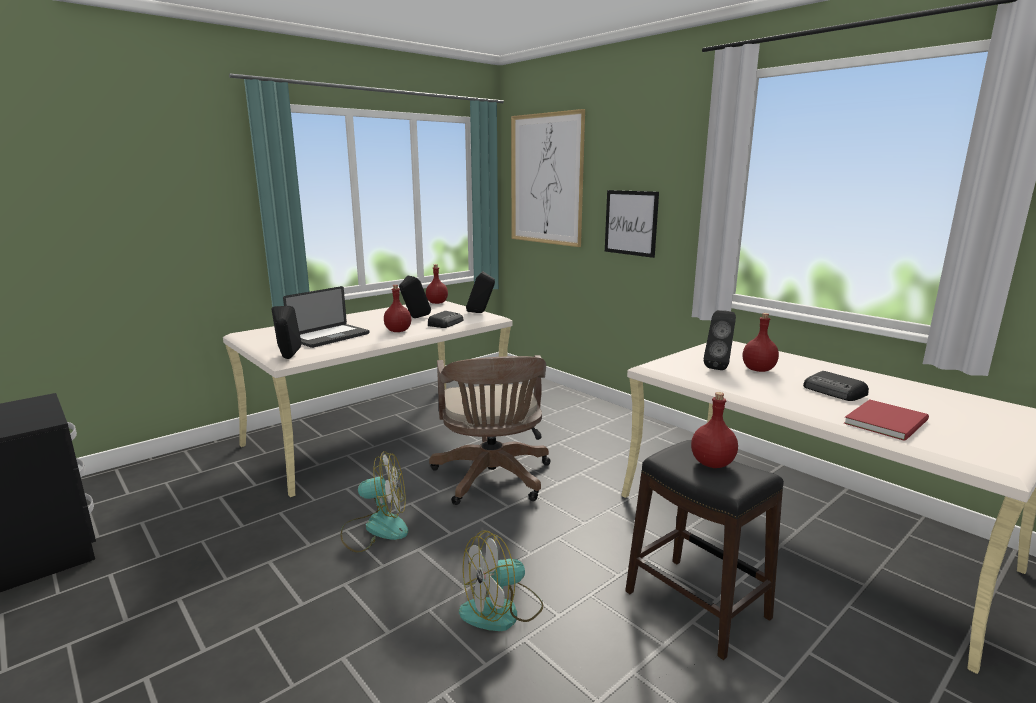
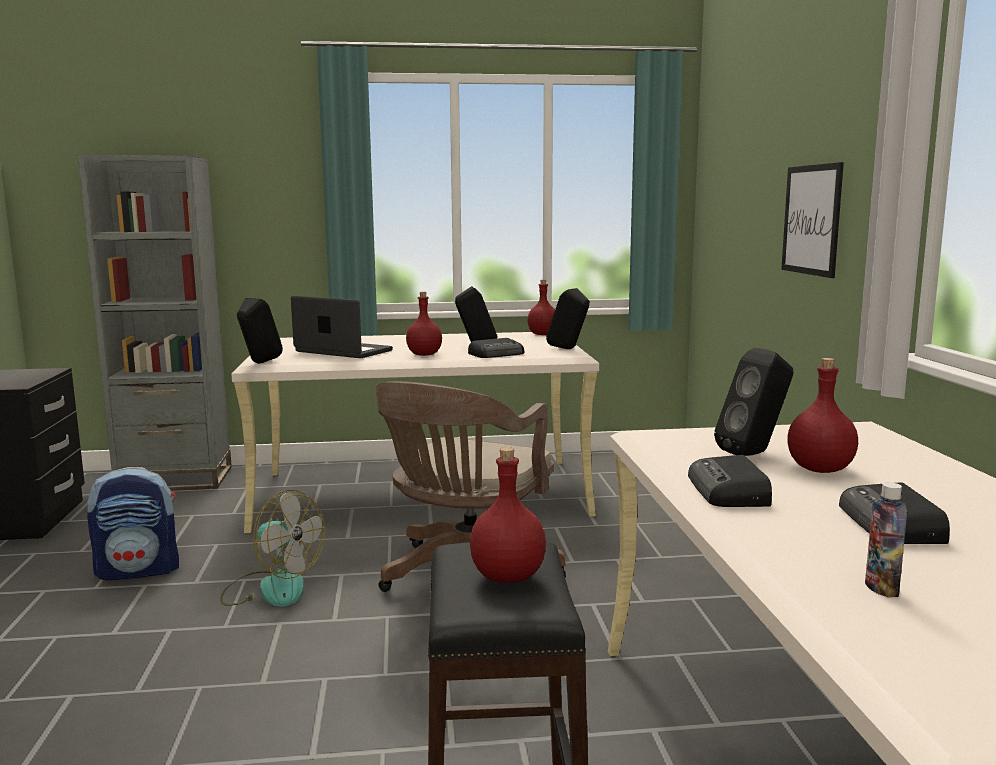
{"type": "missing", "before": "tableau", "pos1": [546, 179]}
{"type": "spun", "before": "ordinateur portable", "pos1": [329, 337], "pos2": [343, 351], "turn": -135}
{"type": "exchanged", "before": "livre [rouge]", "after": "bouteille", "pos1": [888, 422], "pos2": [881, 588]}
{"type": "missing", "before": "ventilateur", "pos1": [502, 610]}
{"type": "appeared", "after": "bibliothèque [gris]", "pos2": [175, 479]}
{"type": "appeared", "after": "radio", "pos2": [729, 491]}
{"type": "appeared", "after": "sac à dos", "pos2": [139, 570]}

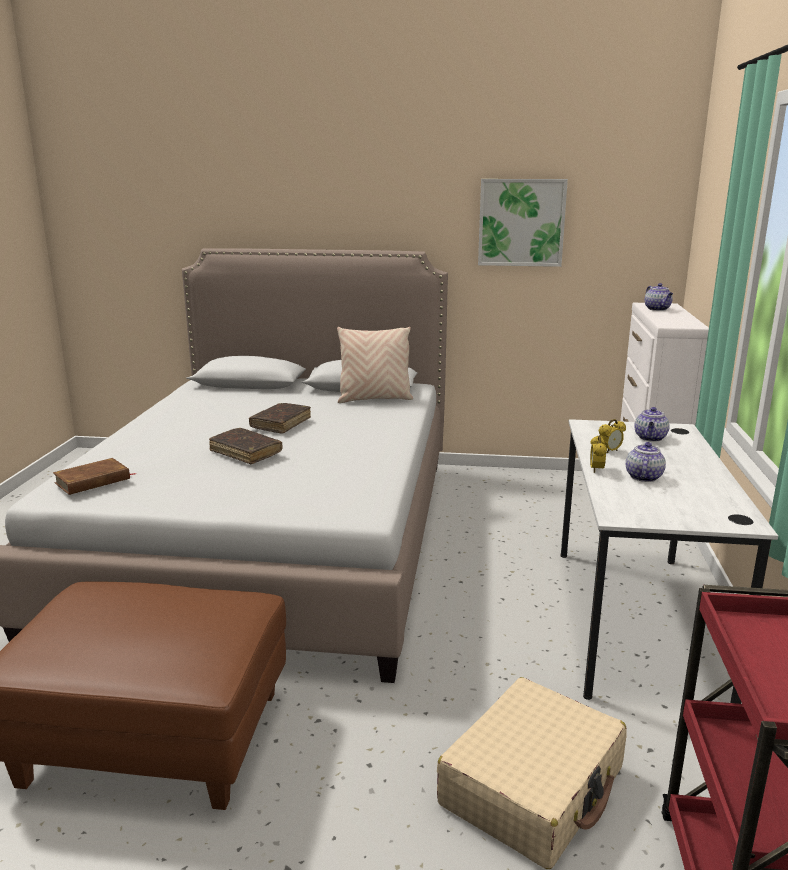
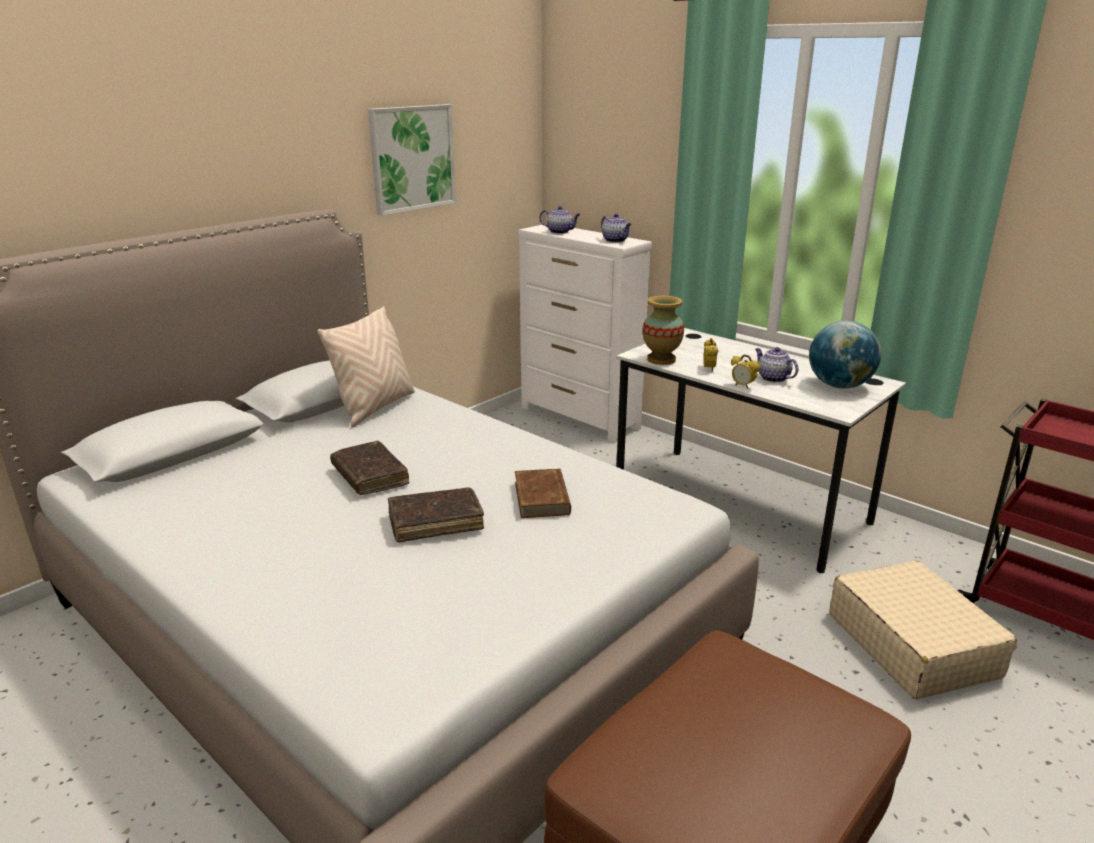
{"type": "relocated", "before": "théière", "pos1": [650, 438], "pos2": [616, 240]}
{"type": "relocated", "before": "livre [marron]", "pos1": [93, 481], "pos2": [542, 498]}
{"type": "appeared", "after": "vase", "pos2": [661, 360]}
{"type": "appeared", "after": "globe", "pos2": [839, 386]}

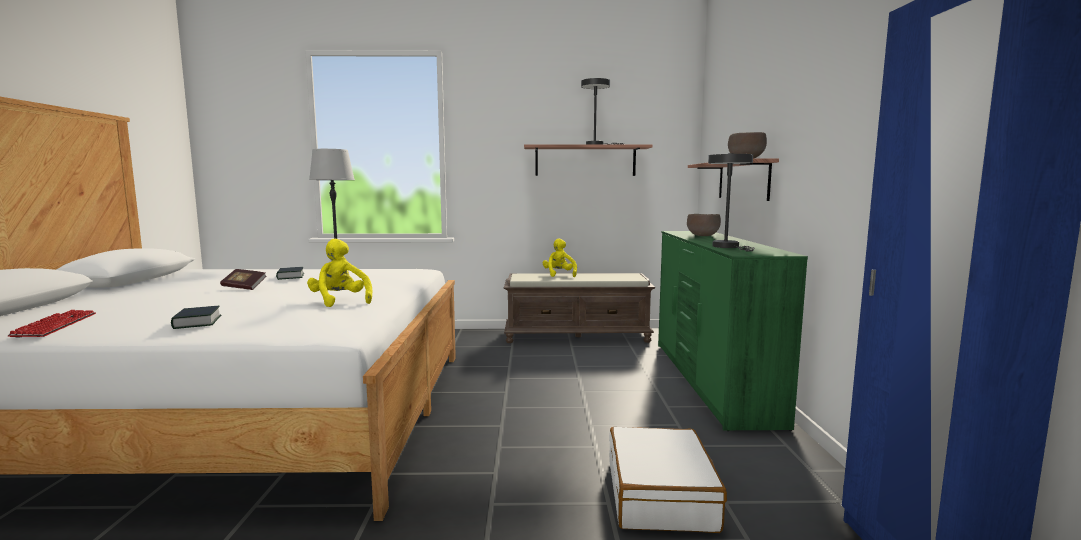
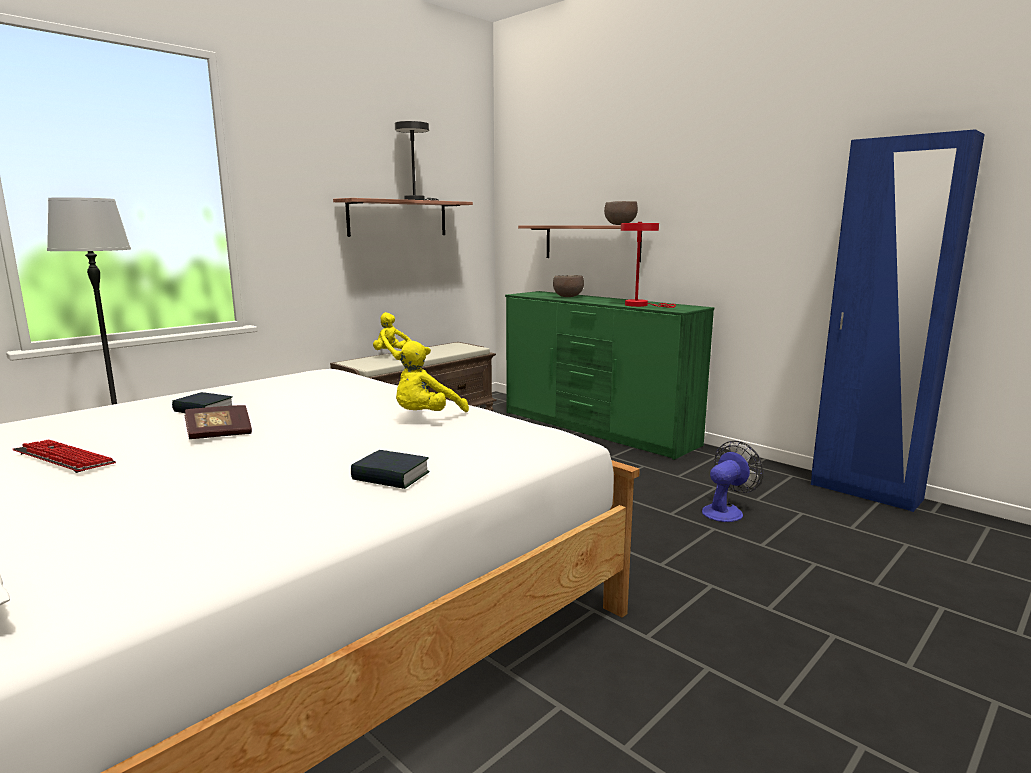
{"type": "colour", "before": "lampe de table [gris]", "after": "lampe de table [rouge]", "pos1": [728, 247], "pos2": [640, 305]}
{"type": "spun", "before": "peluche [jaune]", "pos1": [340, 301], "pos2": [426, 417], "turn": -60}
{"type": "relocated", "before": "clavier", "pos1": [56, 325], "pos2": [63, 458]}
{"type": "exchanged", "before": "valise [blanc]", "after": "ventilateur", "pos1": [661, 495], "pos2": [726, 511]}

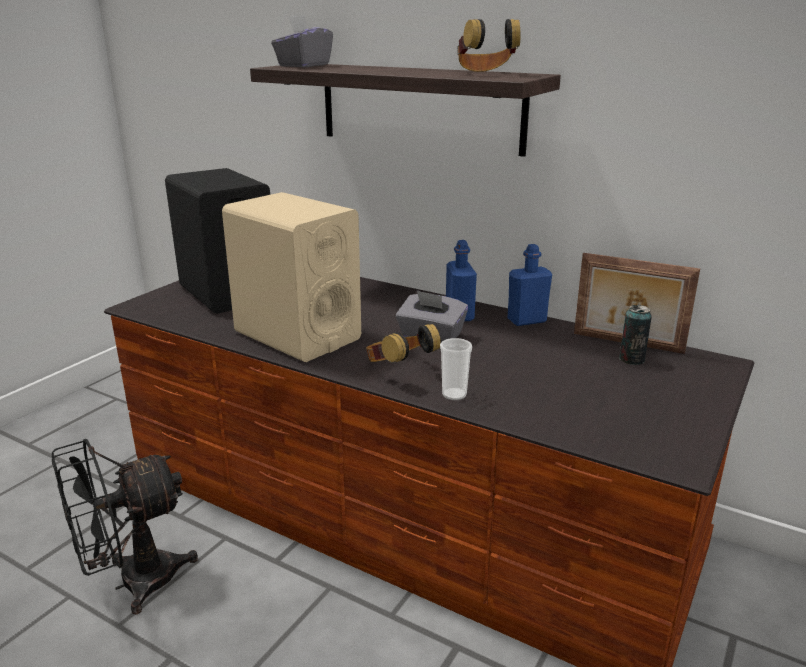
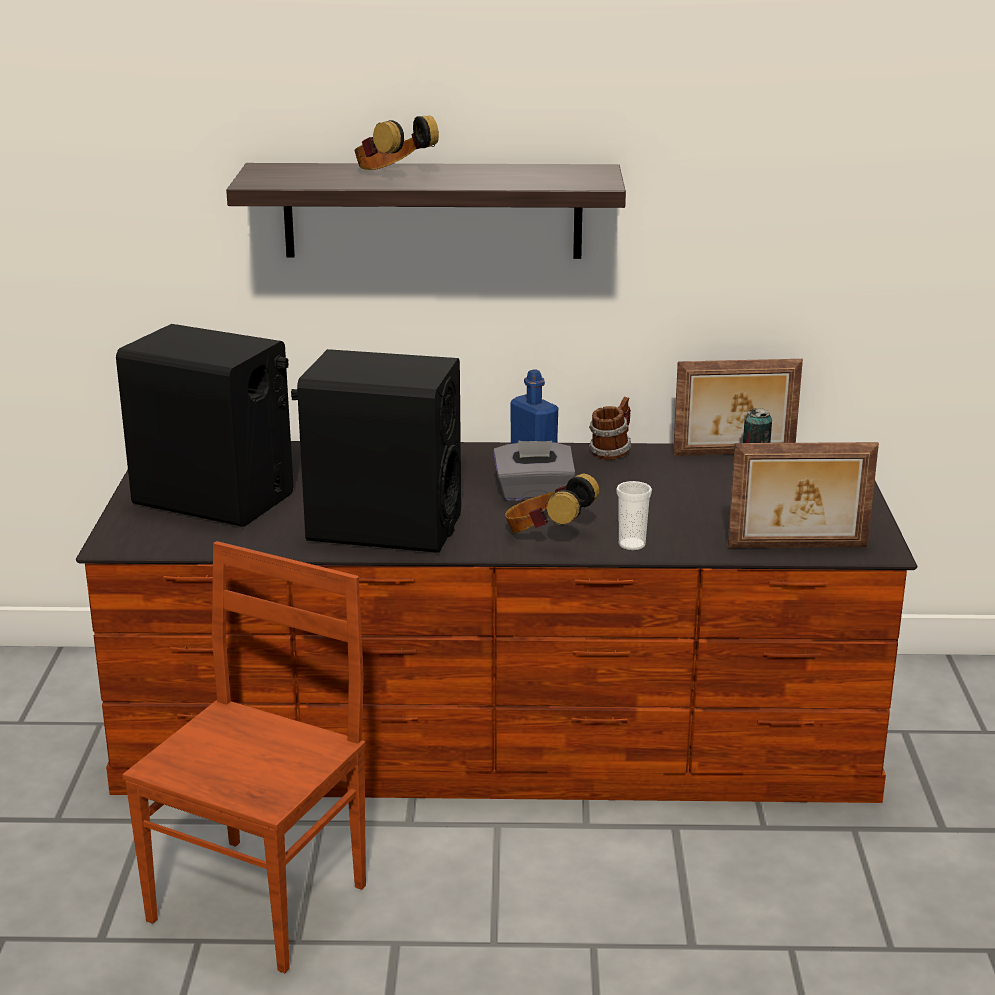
{"type": "missing", "before": "boîte à mouchoirs [gris]", "pos1": [303, 65]}
{"type": "relocated", "before": "casque audio", "pos1": [485, 73], "pos2": [393, 174]}
{"type": "colour", "before": "enceinte [beige]", "after": "enceinte [noir]", "pos1": [297, 335], "pos2": [383, 528]}
{"type": "exchanged", "before": "bouteille [bleu]", "after": "mug", "pos1": [526, 320], "pos2": [611, 452]}
{"type": "exchanged", "before": "ventilateur [noir]", "after": "chaise [marron]", "pos1": [133, 583], "pos2": [262, 901]}
{"type": "appeared", "after": "cadre photo", "pos2": [798, 548]}

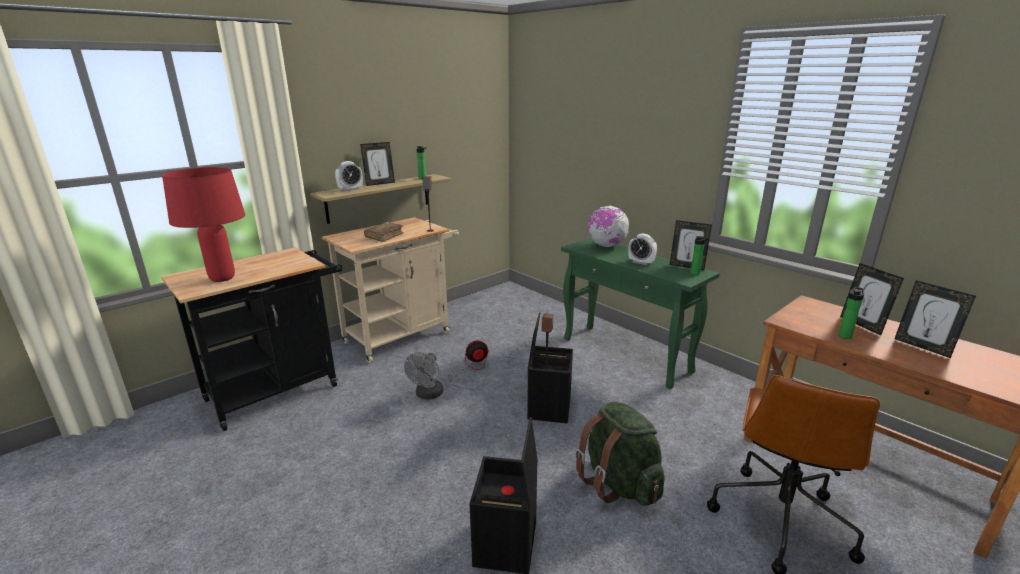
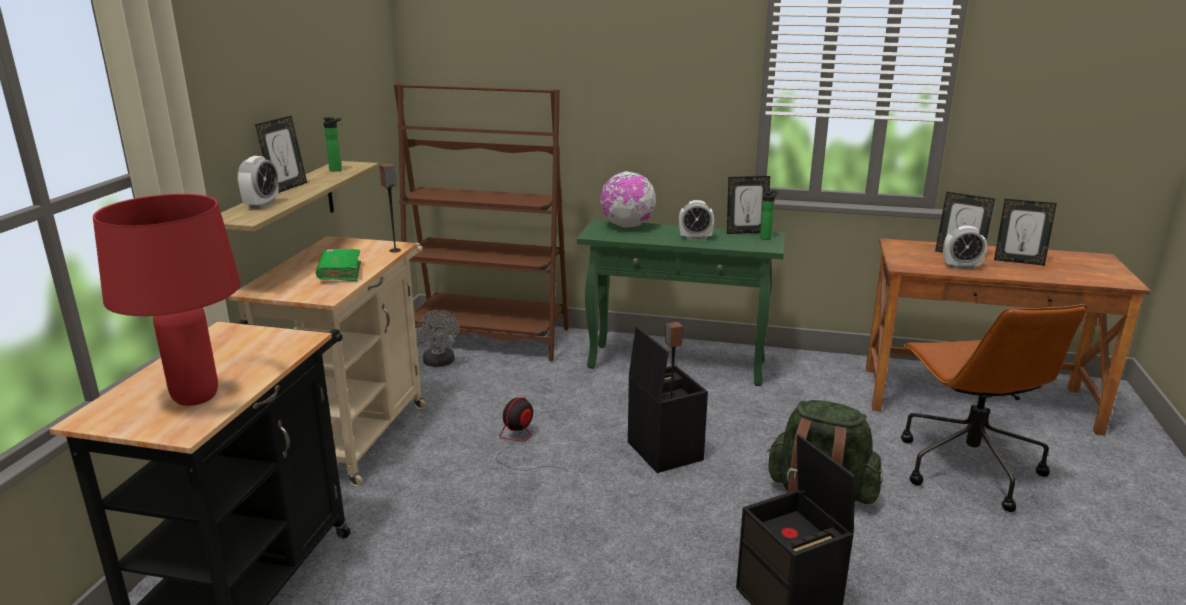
{"type": "colour", "before": "livre [marron]", "after": "livre [vert]", "pos1": [384, 236], "pos2": [340, 272]}
{"type": "exchanged", "before": "bouteille", "after": "réveil", "pos1": [845, 335], "pos2": [961, 267]}
{"type": "relocated", "before": "ventilateur [gris]", "pos1": [427, 395], "pos2": [440, 363]}
{"type": "appeared", "after": "bibliothèque [marron]", "pos2": [488, 337]}

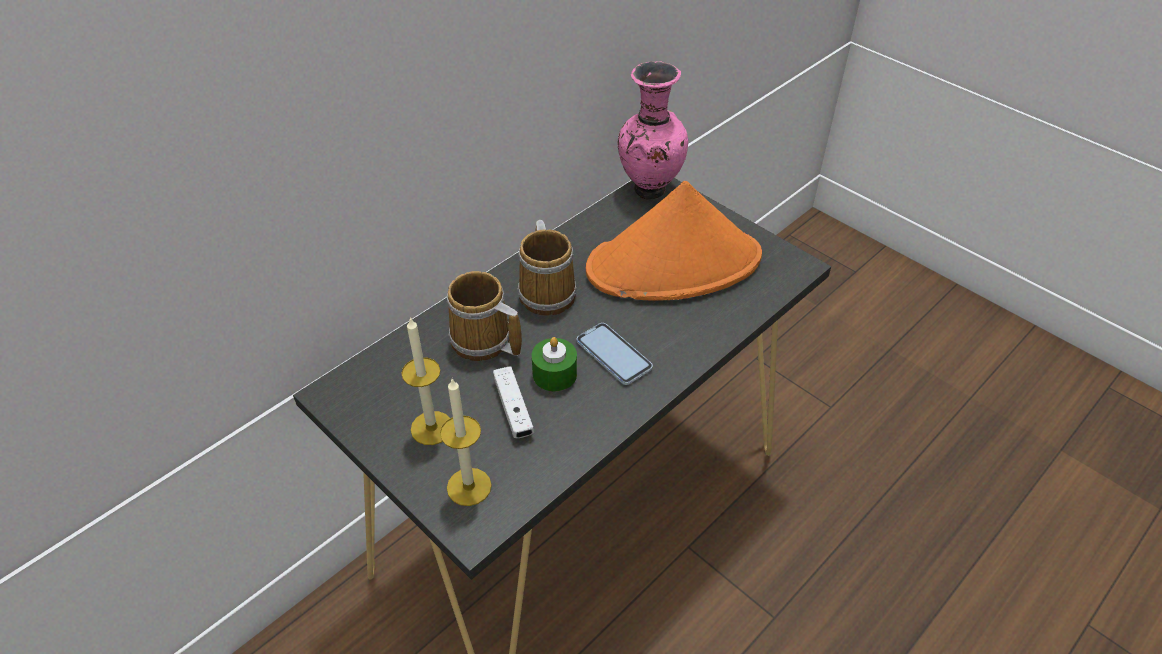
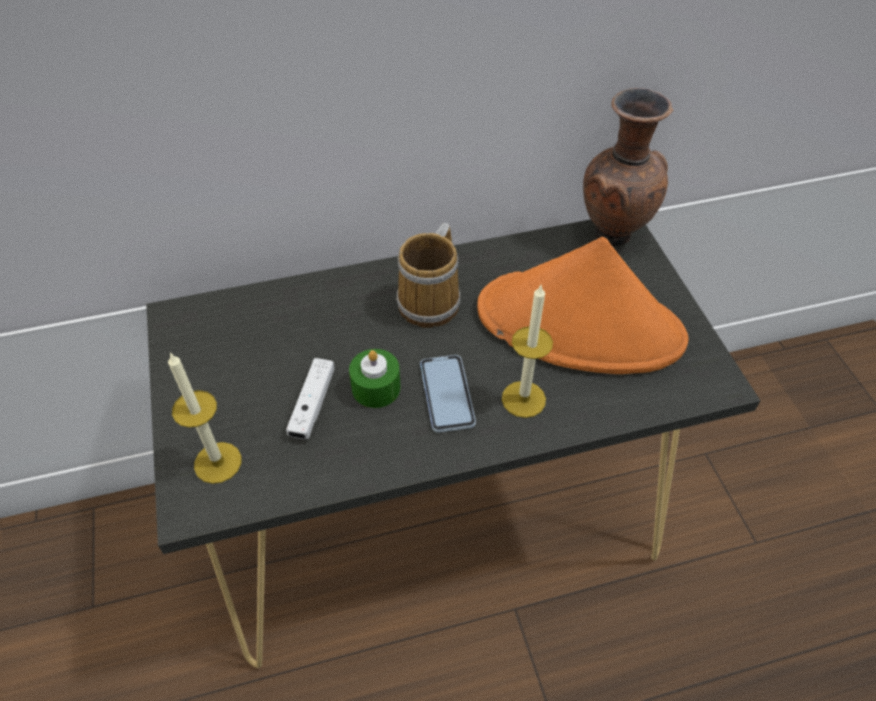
{"type": "colour", "before": "vase [rose]", "after": "vase [marron]", "pos1": [648, 189], "pos2": [611, 233]}
{"type": "missing", "before": "mug", "pos1": [483, 342]}
{"type": "relocated", "before": "bougie", "pos1": [431, 428], "pos2": [523, 399]}

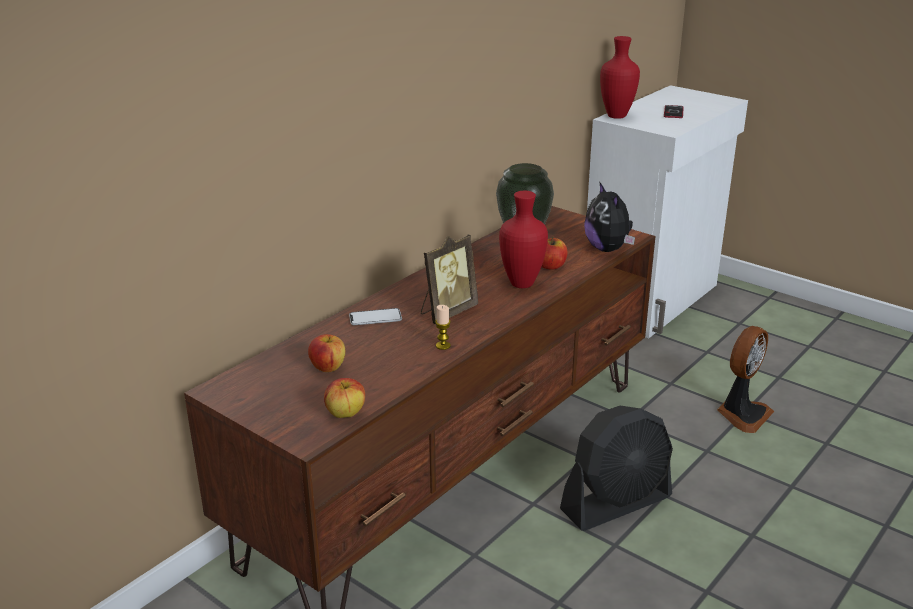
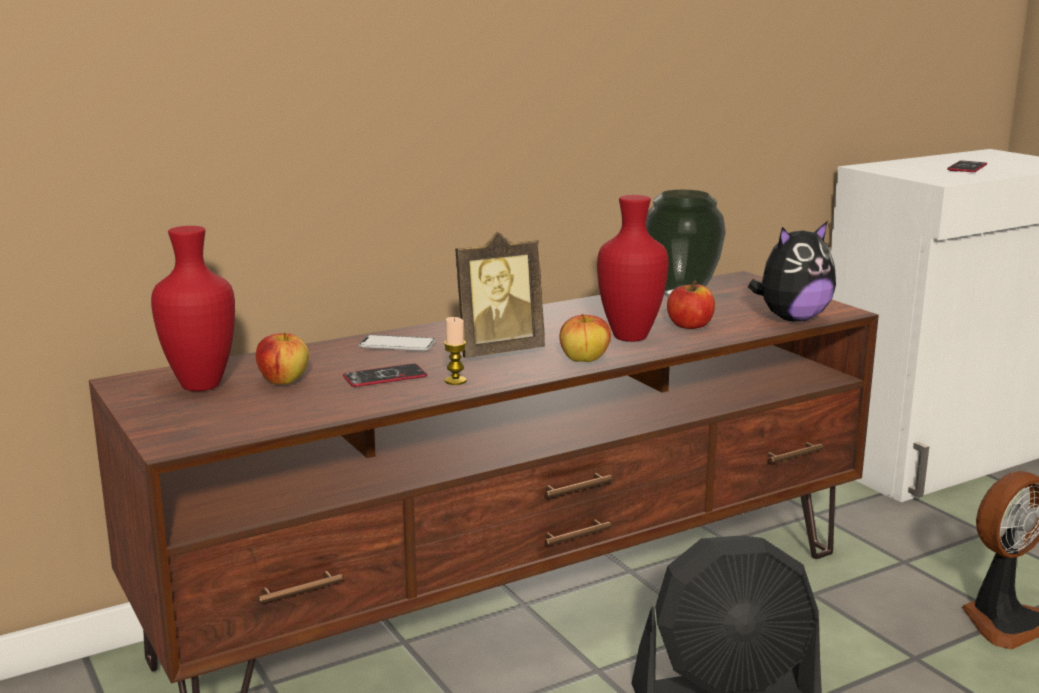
{"type": "relocated", "before": "vase [rouge]", "pos1": [615, 116], "pos2": [199, 385]}
{"type": "spun", "before": "peluche", "pos1": [608, 249], "pos2": [792, 319], "turn": -120}
{"type": "relocated", "before": "pomme", "pos1": [345, 413], "pos2": [585, 360]}
{"type": "appeared", "after": "téléphone", "pos2": [385, 377]}

